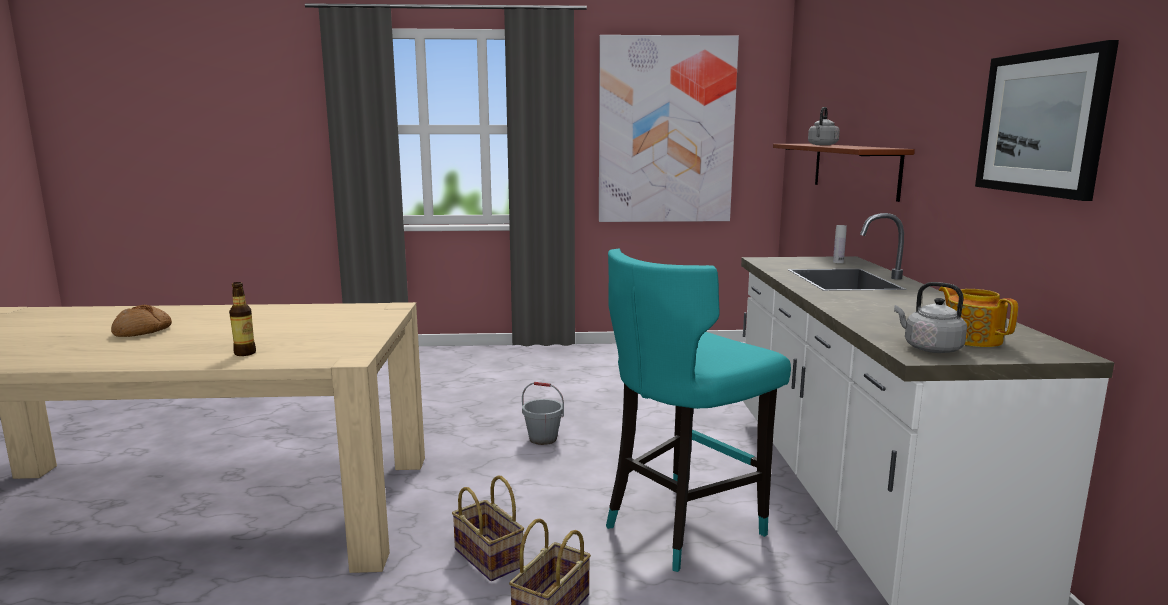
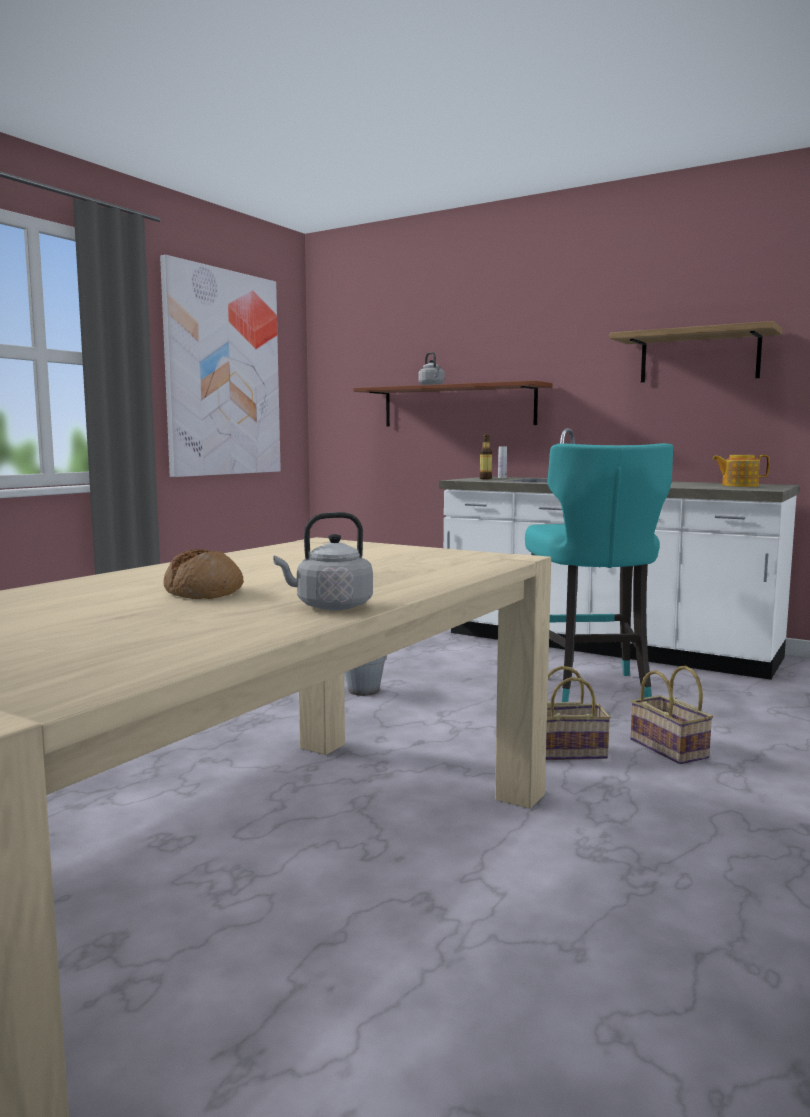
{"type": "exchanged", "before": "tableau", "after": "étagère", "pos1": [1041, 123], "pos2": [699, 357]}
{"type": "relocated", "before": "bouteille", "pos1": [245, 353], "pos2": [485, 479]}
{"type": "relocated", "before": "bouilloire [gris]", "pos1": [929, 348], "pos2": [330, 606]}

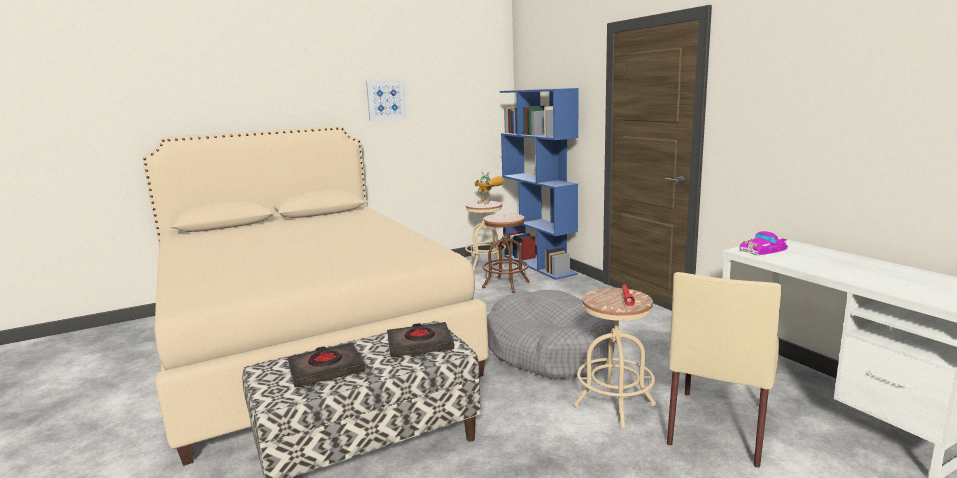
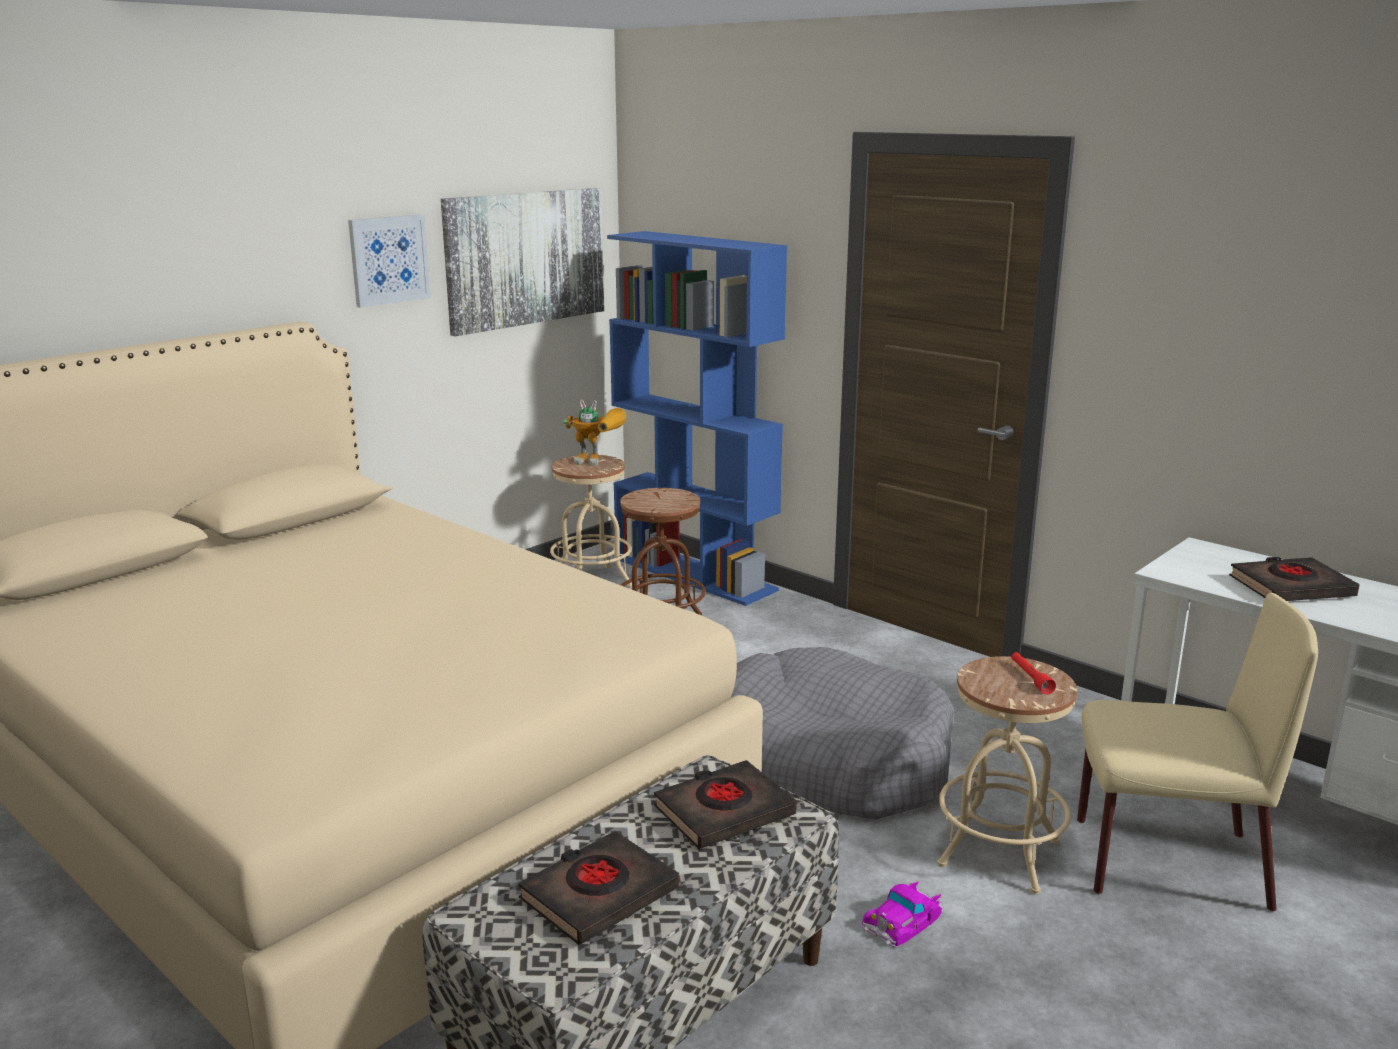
{"type": "relocated", "before": "petite voiture", "pos1": [763, 249], "pos2": [903, 920]}
{"type": "spun", "before": "chaise [beige]", "pos1": [718, 425], "pos2": [1166, 863], "turn": -90}
{"type": "appeared", "after": "tableau", "pos2": [526, 258]}
{"type": "appeared", "after": "livre [noir]", "pos2": [1290, 587]}

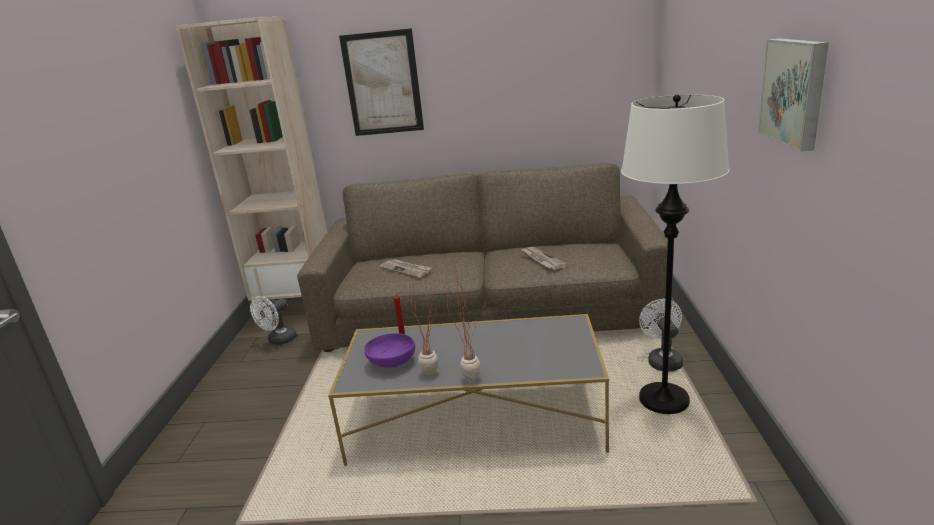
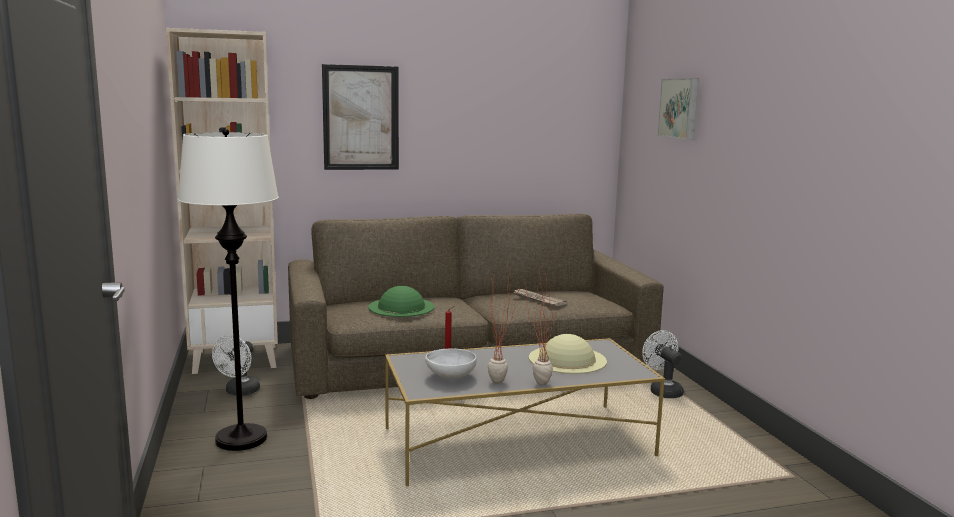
{"type": "relocated", "before": "tableau", "pos1": [795, 91], "pos2": [680, 108]}
{"type": "relocated", "before": "lampadaire [blanc]", "pos1": [663, 399], "pos2": [241, 438]}
{"type": "exchanged", "before": "journal", "after": "chapeau [vert]", "pos1": [406, 269], "pos2": [401, 307]}
{"type": "colour", "before": "bol [violet]", "after": "bol [blanc]", "pos1": [391, 363], "pos2": [450, 376]}
{"type": "appeared", "after": "chapeau [beige]", "pos2": [567, 359]}

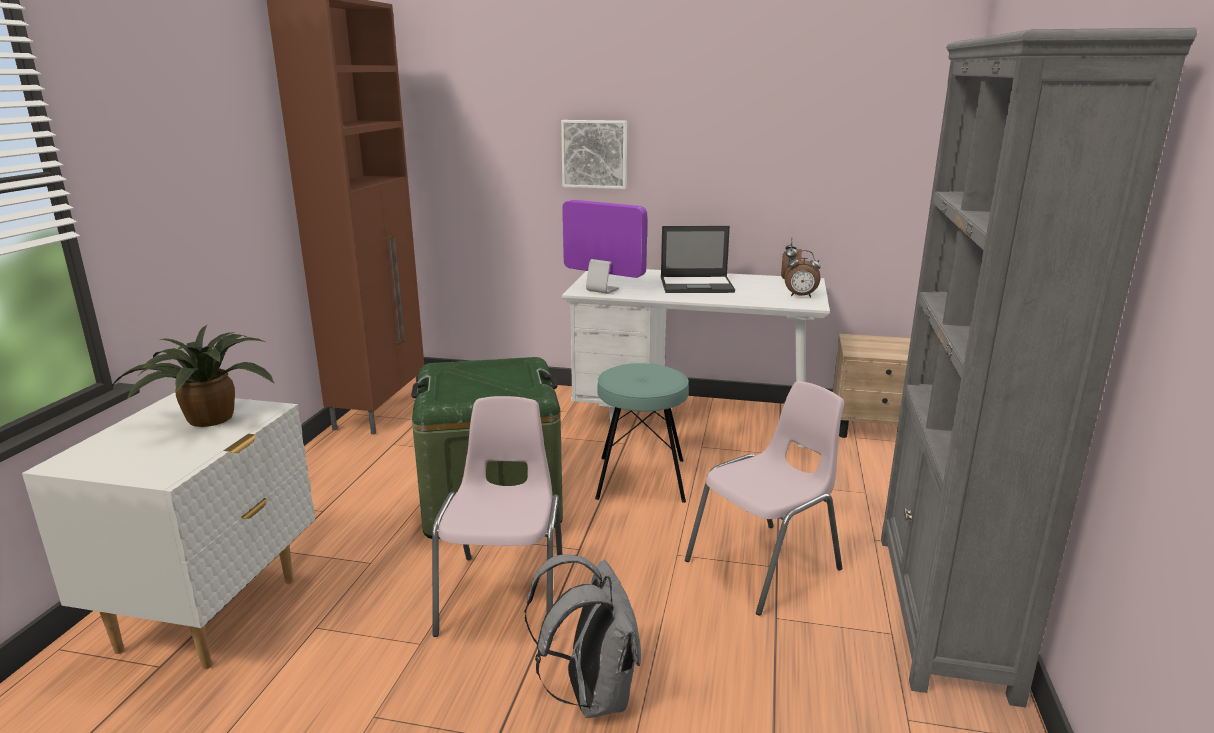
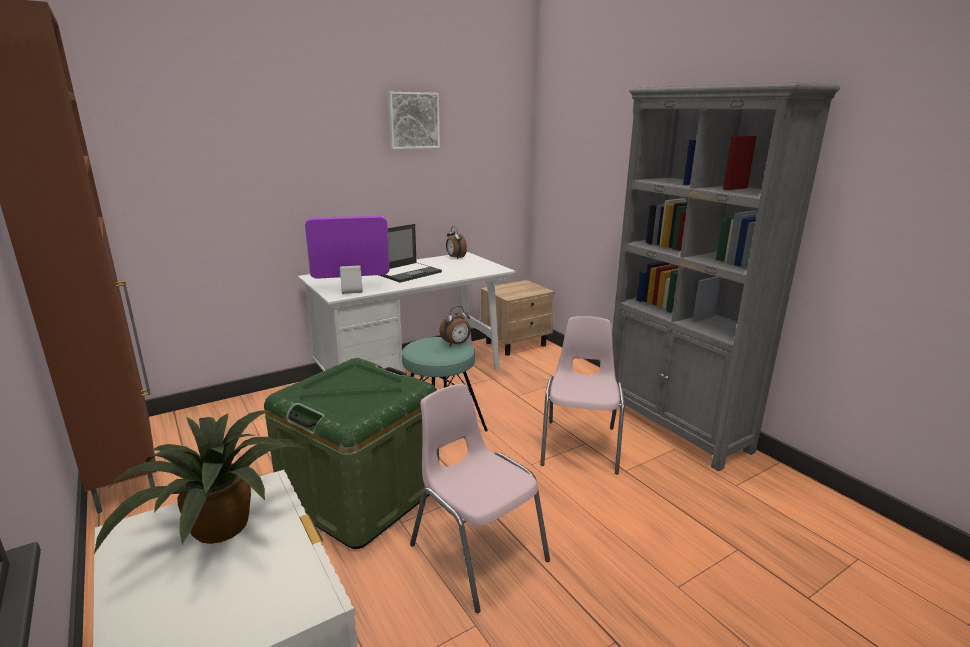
{"type": "relocated", "before": "tableau", "pos1": [595, 154], "pos2": [413, 120]}
{"type": "relocated", "before": "réveil", "pos1": [800, 296], "pos2": [456, 344]}
{"type": "missing", "before": "sac à dos [gris]", "pos1": [591, 693]}

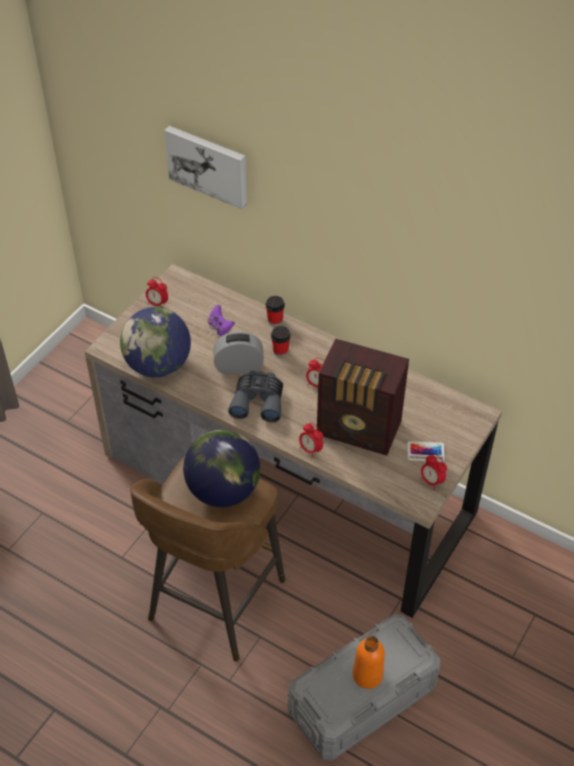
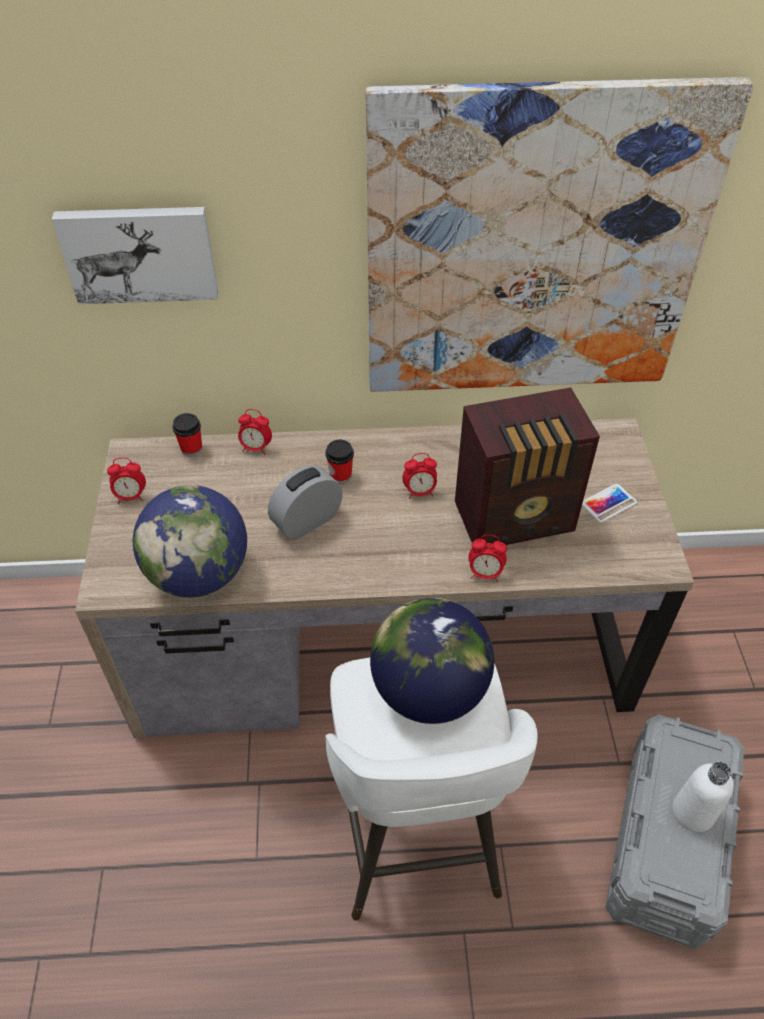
{"type": "relocated", "before": "tasse", "pos1": [275, 320], "pos2": [191, 449]}
{"type": "missing", "before": "manette [violet]", "pos1": [220, 327]}
{"type": "missing", "before": "jumelles [gris]", "pos1": [258, 401]}
{"type": "relocated", "before": "réveil", "pos1": [431, 481], "pos2": [256, 448]}
{"type": "colour", "before": "tabouret [marron]", "after": "tabouret [blanc]", "pos1": [214, 603], "pos2": [415, 840]}
{"type": "colour", "before": "bouteille [orange]", "after": "bouteille [blanc]", "pos1": [367, 675], "pos2": [693, 812]}
{"type": "appeared", "after": "tableau", "pos2": [533, 250]}

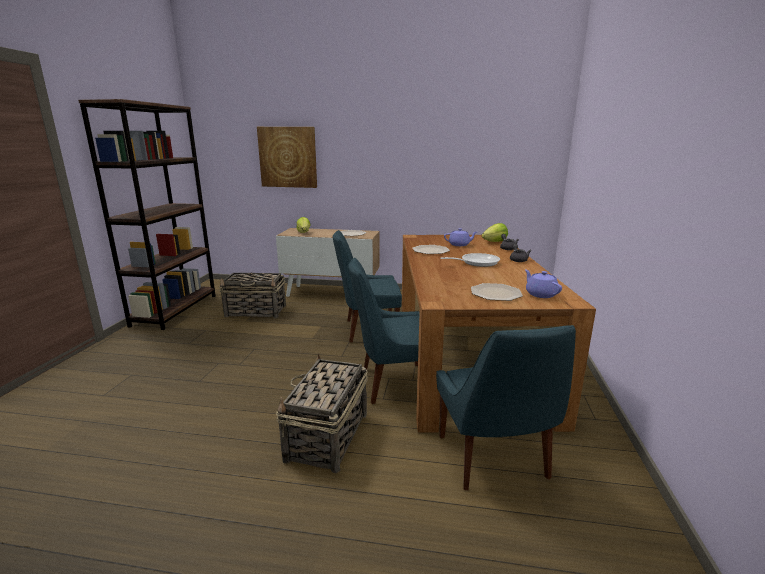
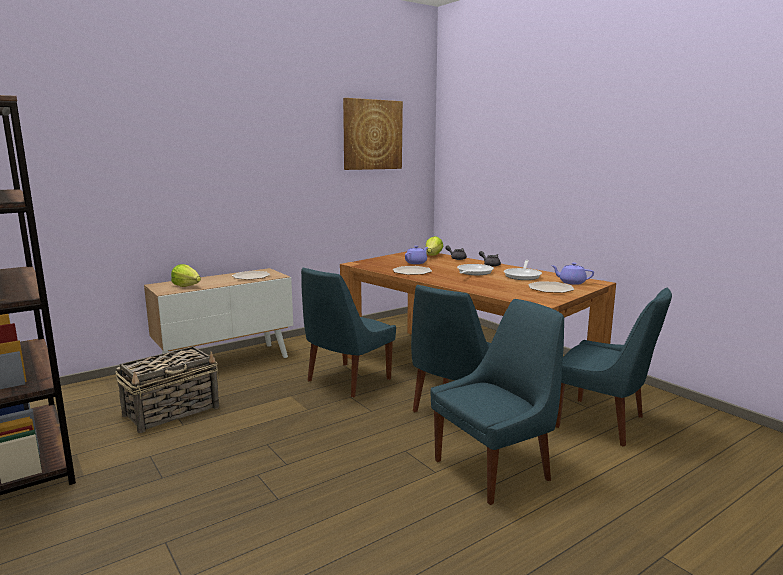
{"type": "relocated", "before": "tableau", "pos1": [288, 157], "pos2": [372, 134]}
{"type": "exchanged", "before": "panier", "after": "chaise [bleu]", "pos1": [327, 437], "pos2": [495, 469]}
{"type": "appeared", "after": "poêle", "pos2": [523, 275]}

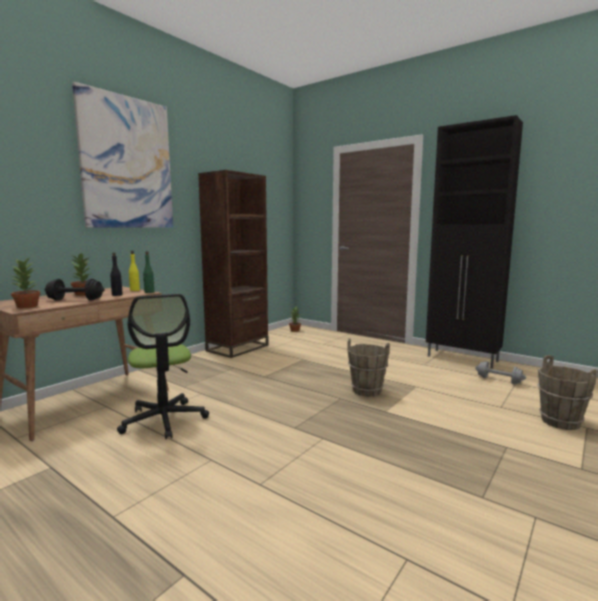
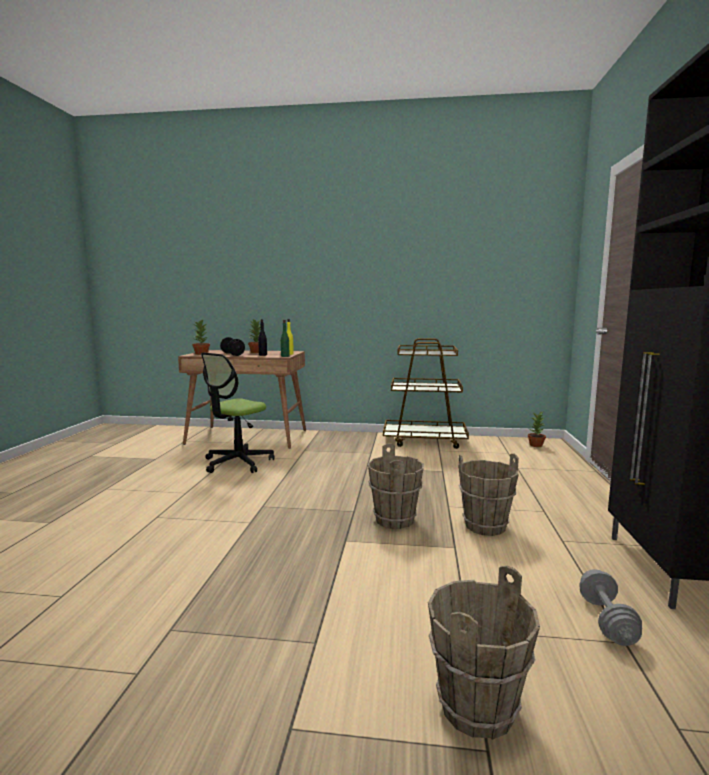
{"type": "missing", "before": "tableau", "pos1": [127, 163]}
{"type": "exchanged", "before": "bibliothèque [marron]", "after": "chariot [marron]", "pos1": [237, 348], "pos2": [425, 440]}
{"type": "appeared", "after": "seau [marron]", "pos2": [485, 526]}

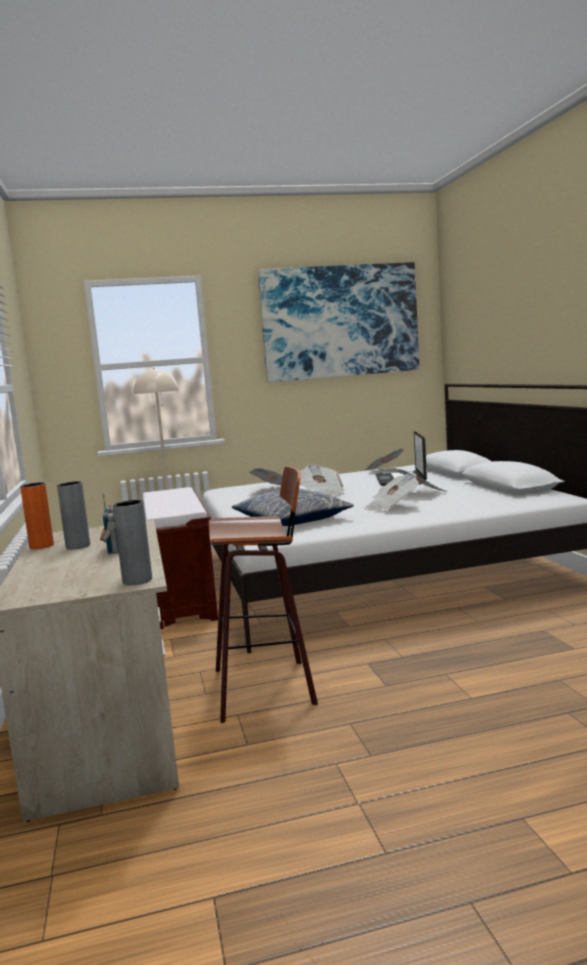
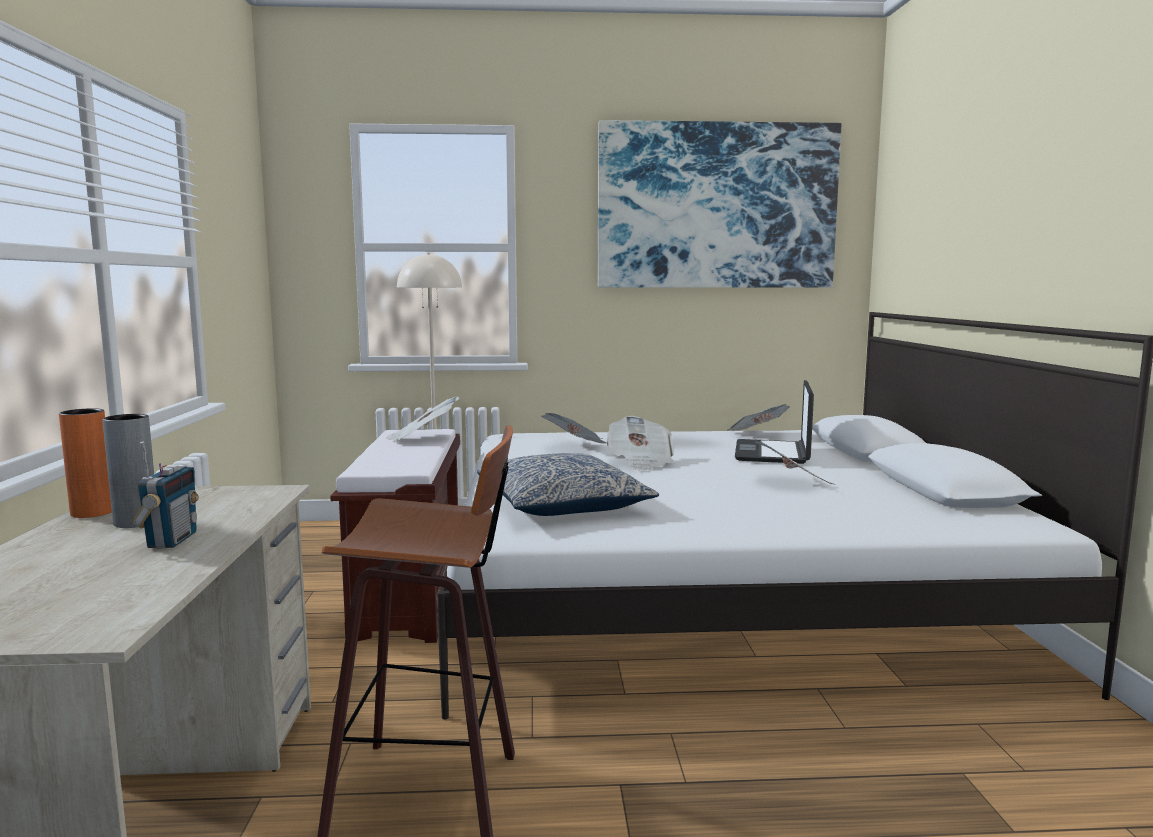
{"type": "relocated", "before": "journal", "pos1": [392, 507], "pos2": [422, 439]}
{"type": "missing", "before": "vase [gris]", "pos1": [137, 580]}

